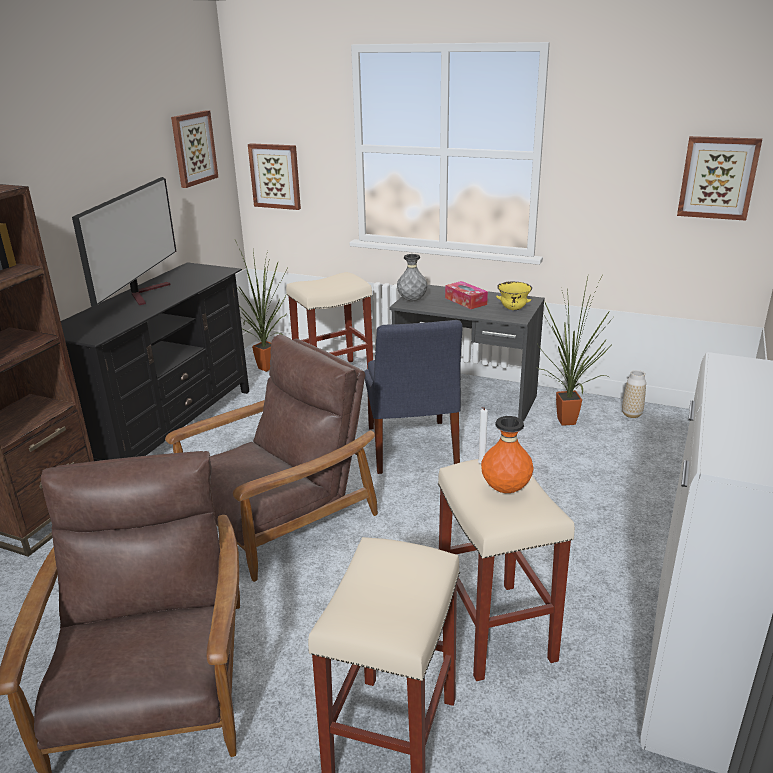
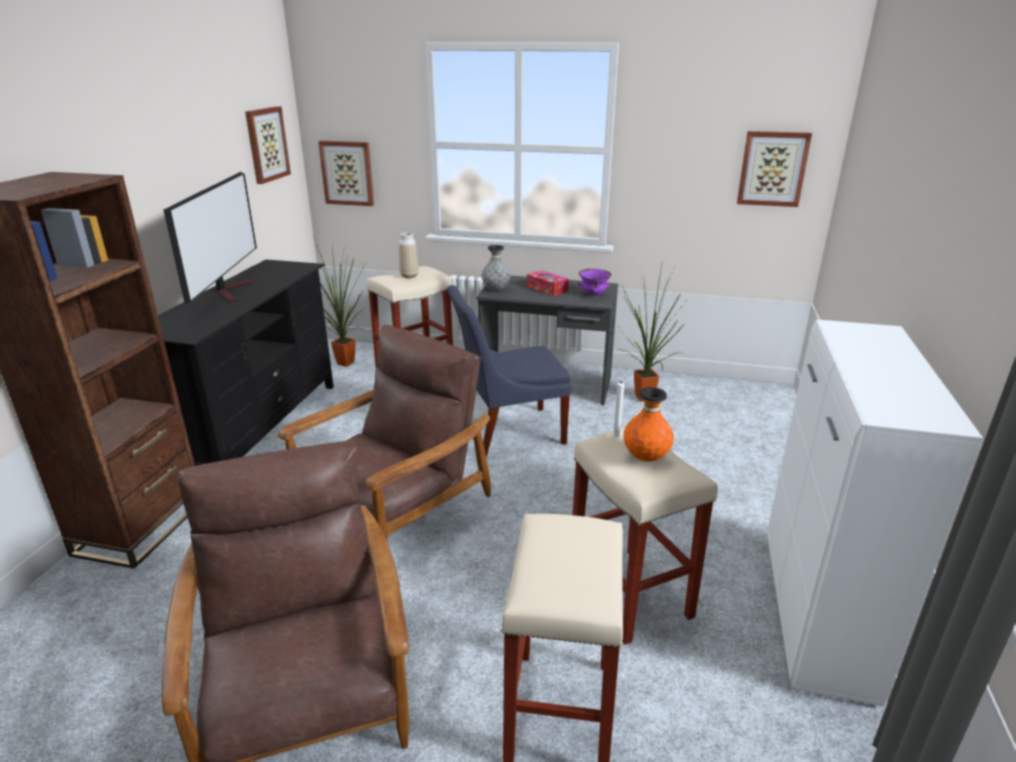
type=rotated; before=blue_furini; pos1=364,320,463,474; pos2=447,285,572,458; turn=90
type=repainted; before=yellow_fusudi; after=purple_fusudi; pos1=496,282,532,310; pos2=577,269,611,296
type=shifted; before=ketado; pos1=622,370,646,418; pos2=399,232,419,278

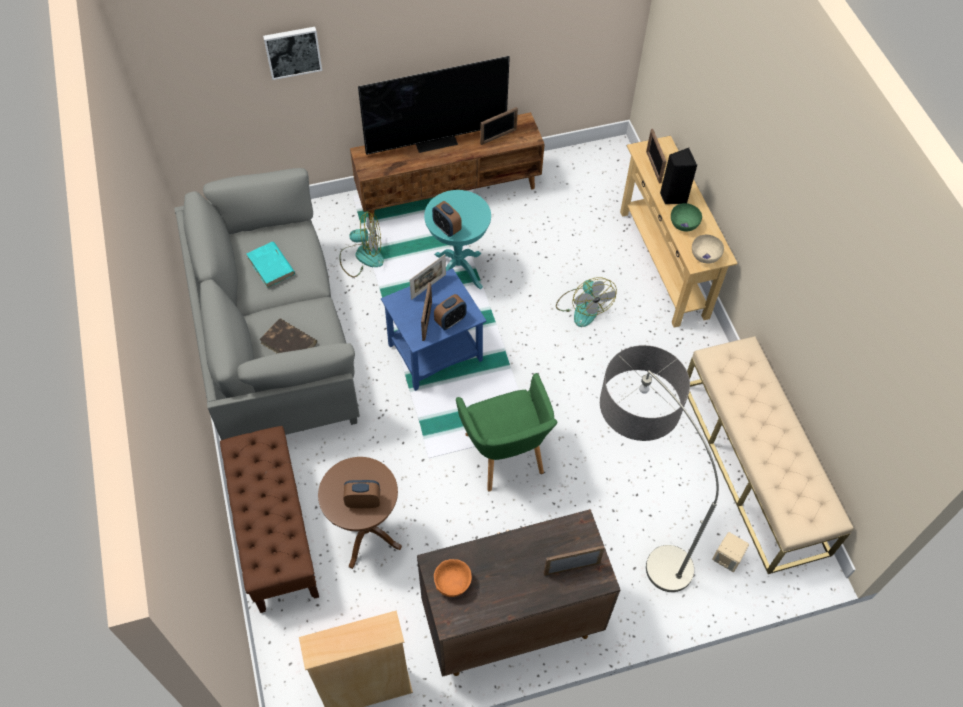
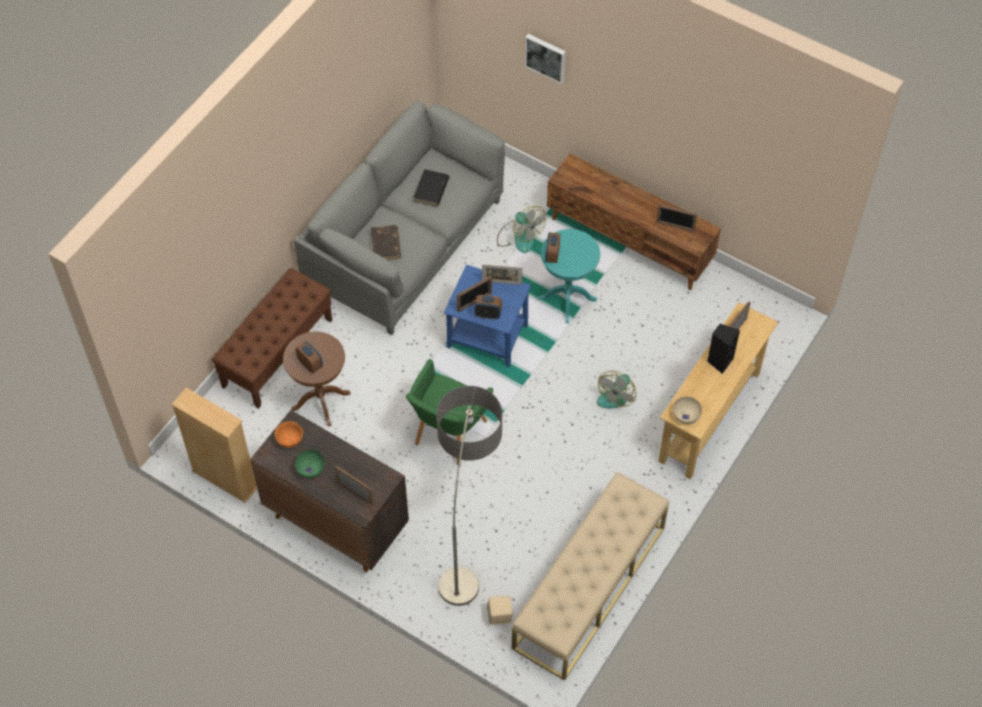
type=repainted; before=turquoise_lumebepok; after=black_lumebepok; pos1=247,242,295,288; pos2=413,169,449,207
type=gone; before=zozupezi; pos1=358,56,510,155
type=shifted; before=green_fusudi; pos1=671,203,702,231; pos2=295,450,325,479

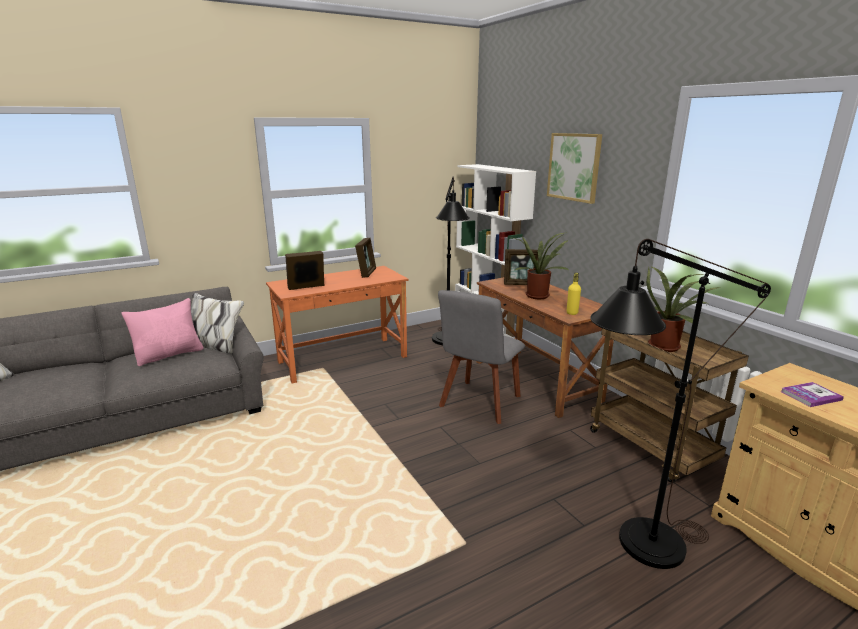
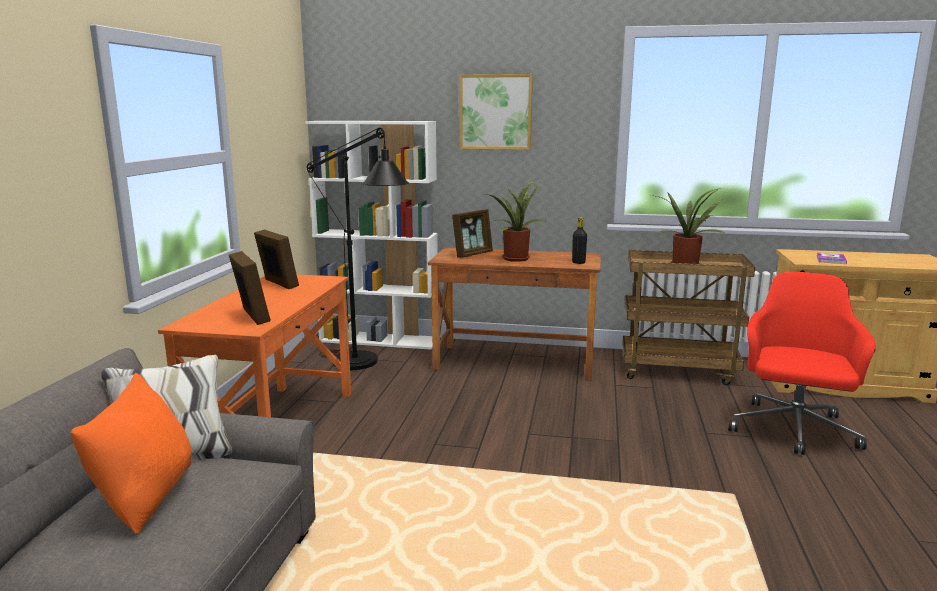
type=repainted; before=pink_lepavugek; after=orange_lepavugek; pos1=121,298,204,366; pos2=71,373,192,534
type=rotated; before=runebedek; pos1=285,251,324,290; pos2=229,251,271,325; turn=135
type=gone; before=grey_furini; pos1=438,290,525,424
type=repainted; before=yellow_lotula; after=black_lotula; pos1=566,273,581,315; pos2=572,217,587,264
type=swapped; before=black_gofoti; after=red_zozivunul; pos1=590,239,771,569; pos2=728,272,876,455

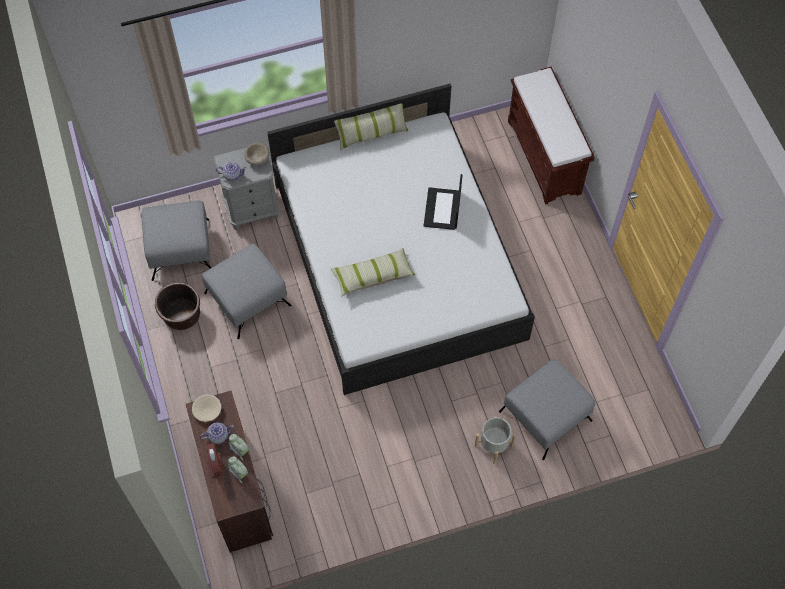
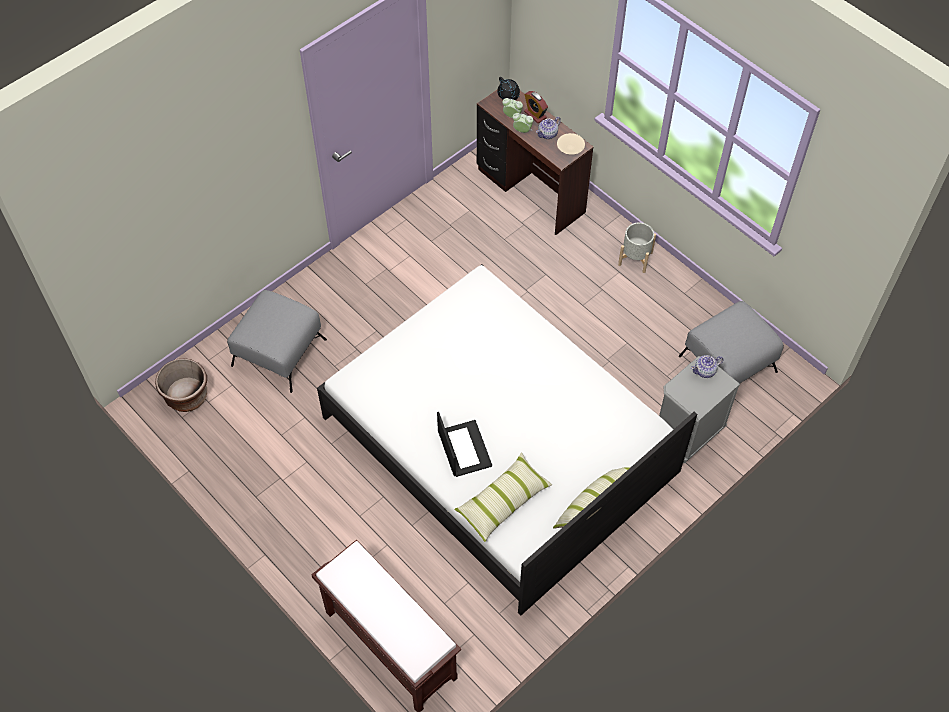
type=shifted; before=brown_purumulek; pos1=155,282,200,330; pos2=155,358,207,412
type=gone; before=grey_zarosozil; pos1=202,243,292,339
type=gone; before=beige_fusudi; pos1=244,143,269,166
type=shifted; before=lepavugek; pos1=331,248,415,296; pos2=454,452,552,542
type=shifted; before=grey_purumulek; pos1=474,416,516,464; pos2=618,222,656,273
type=new; after=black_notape; pos2=497,77,520,100

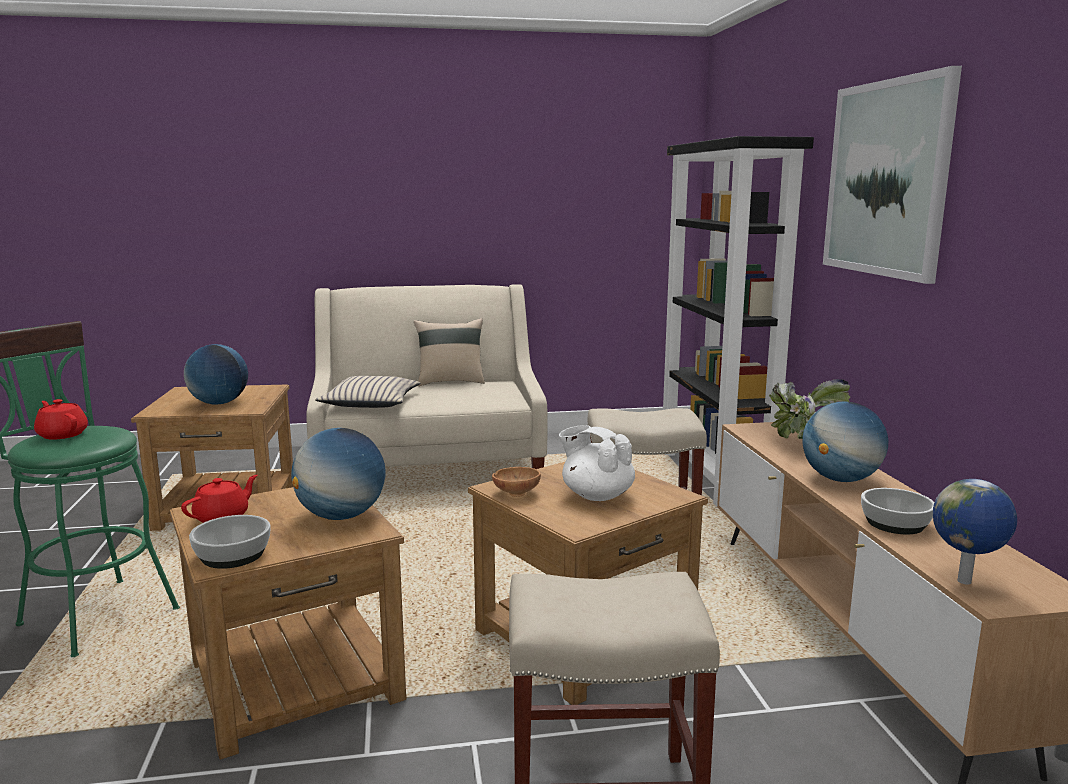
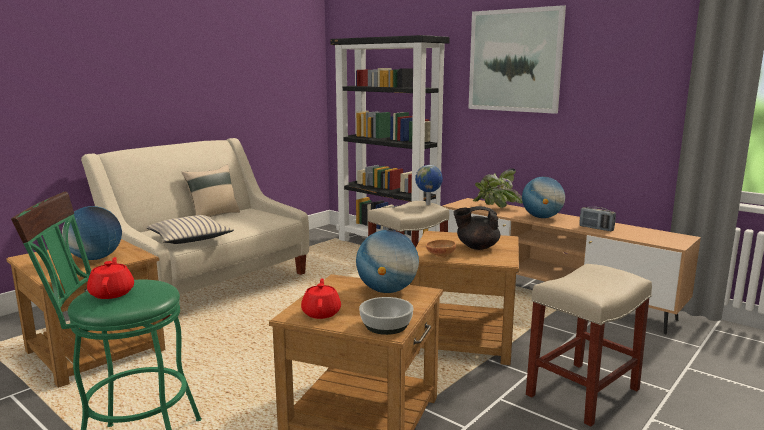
type=rotated; before=red_notape; pos1=34,399,88,440; pos2=87,257,134,299; turn=75
type=repainted; before=white_notape; after=black_notape; pos1=559,425,635,501; pos2=453,206,500,250
type=swapped; before=fusudi; after=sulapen; pos1=861,488,934,534; pos2=579,207,616,231
type=shifted; before=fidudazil; pos1=933,479,1017,585; pos2=415,165,443,205

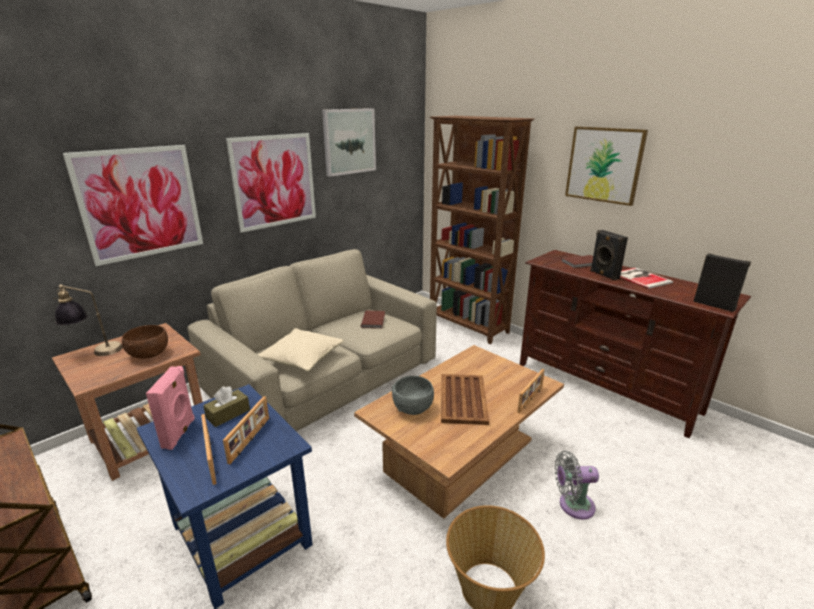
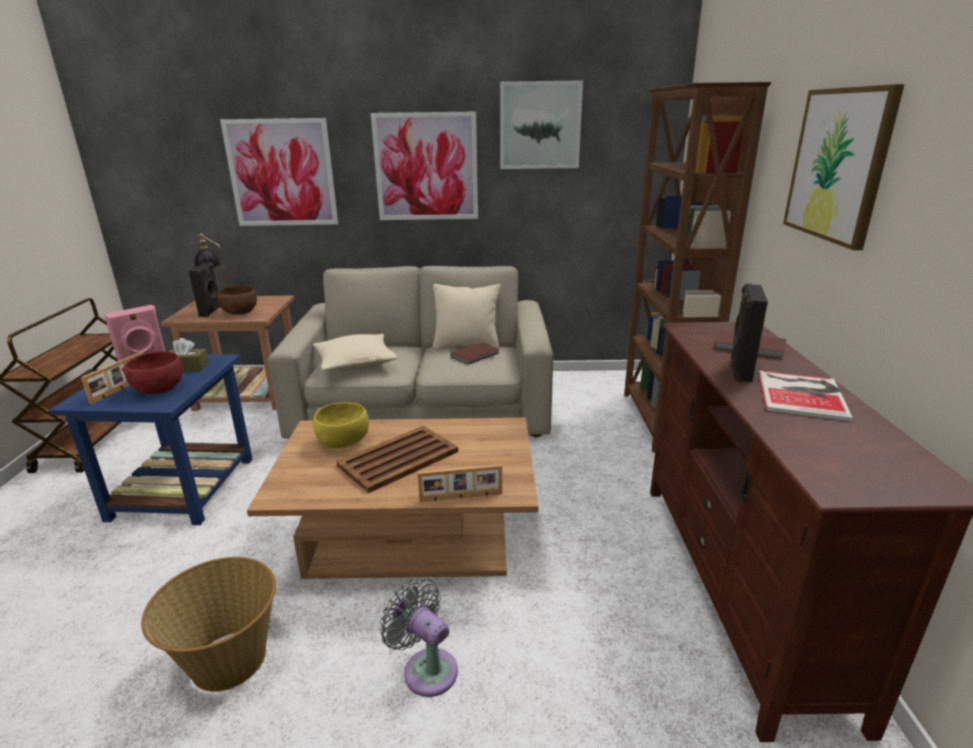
type=swapped; before=runebedek; after=red_fusudi; pos1=223,396,269,464; pos2=122,351,183,394
type=repainted; before=grey_fusudi; after=yellow_fusudi; pos1=392,376,434,415; pos2=313,402,369,448
type=shifted; before=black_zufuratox; pos1=693,253,751,312; pos2=189,262,220,317
type=new; after=beige_lepavugek; pos2=433,284,501,349

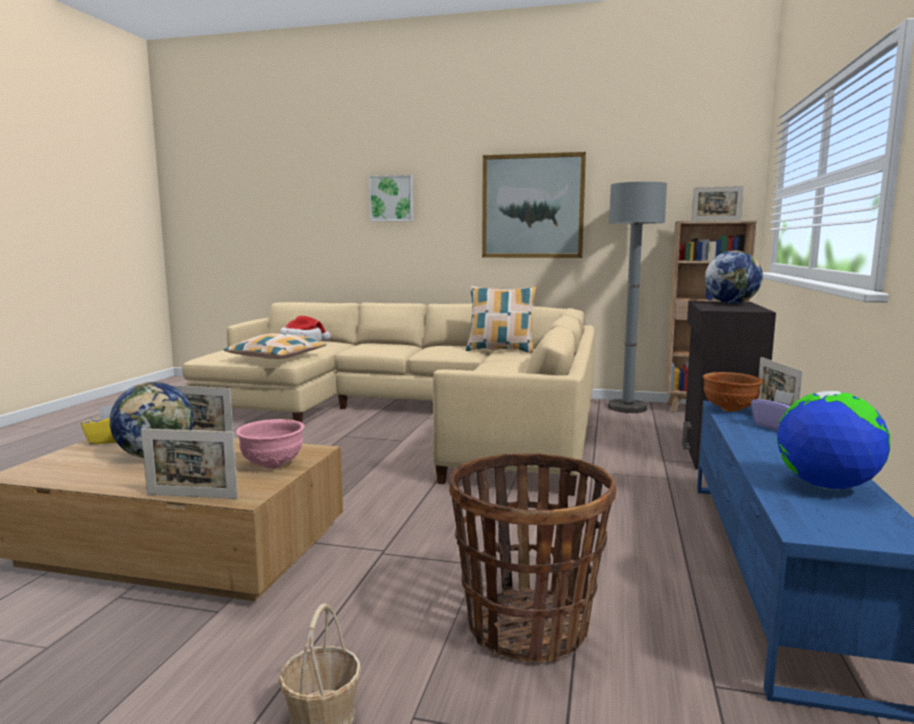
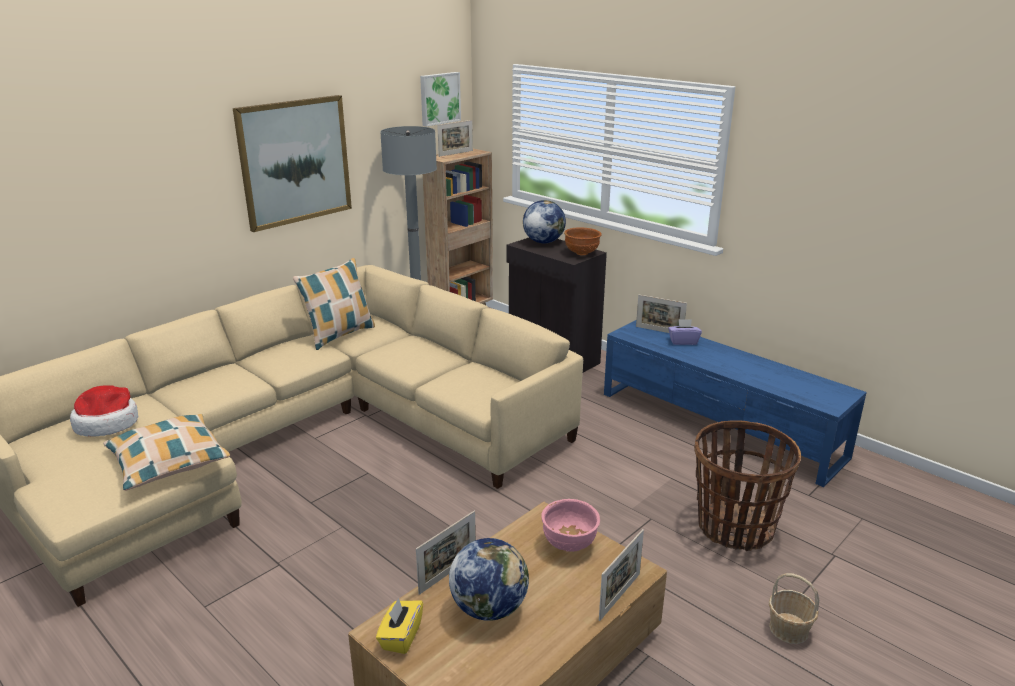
type=shifted; before=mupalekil; pos1=369,175,413,222; pos2=420,72,461,127
type=shifted; before=brown_fusudi; pos1=703,372,763,412; pos2=564,228,602,255
type=gone; before=fidudazil; pos1=777,391,890,490

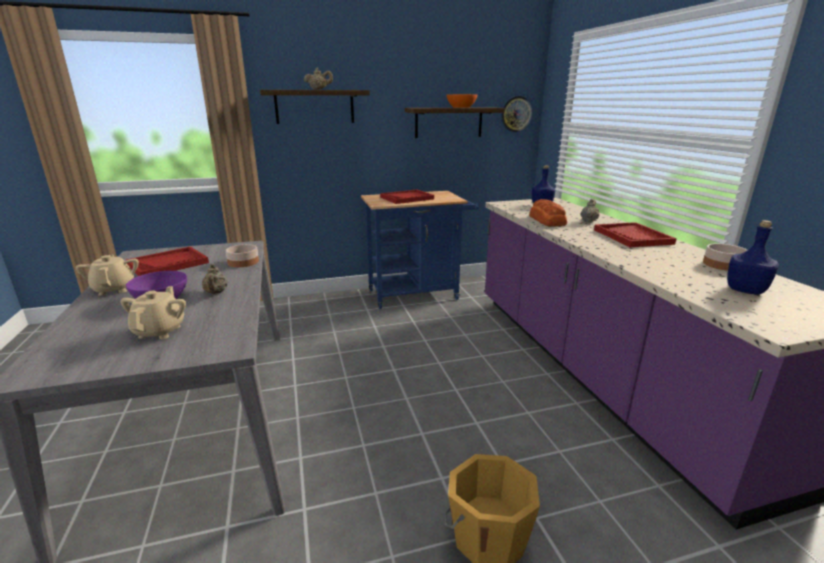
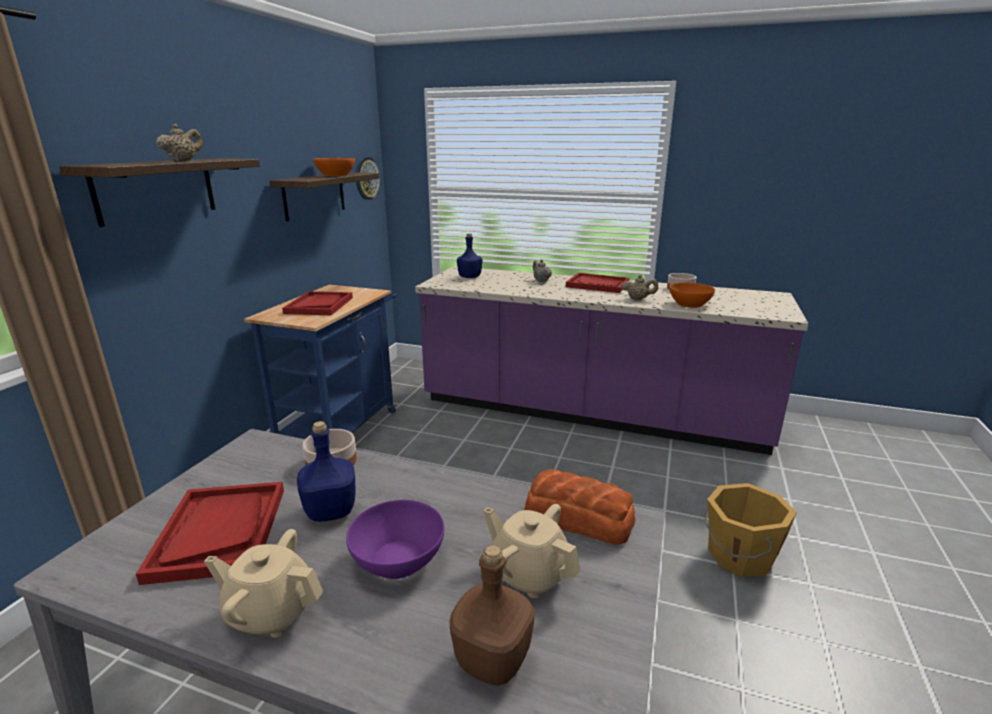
type=shifted; before=beige_notape; pos1=202,264,228,294; pos2=622,275,658,300
type=shifted; before=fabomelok; pos1=529,199,567,226; pos2=525,469,636,545
type=shifted; before=blue_lotula; pos1=727,220,779,295; pos2=297,421,355,522
type=new; after=brown_lotula; pos2=450,545,534,686
type=new; after=orange_fusudi; pos2=669,282,715,308

